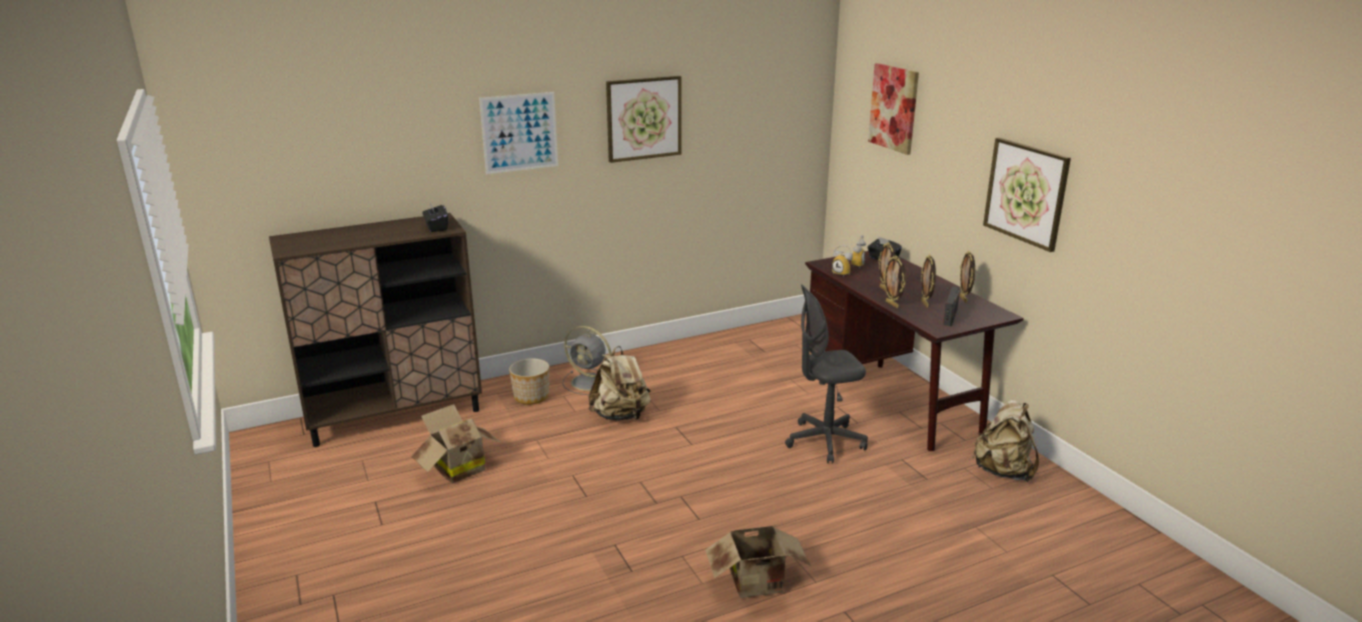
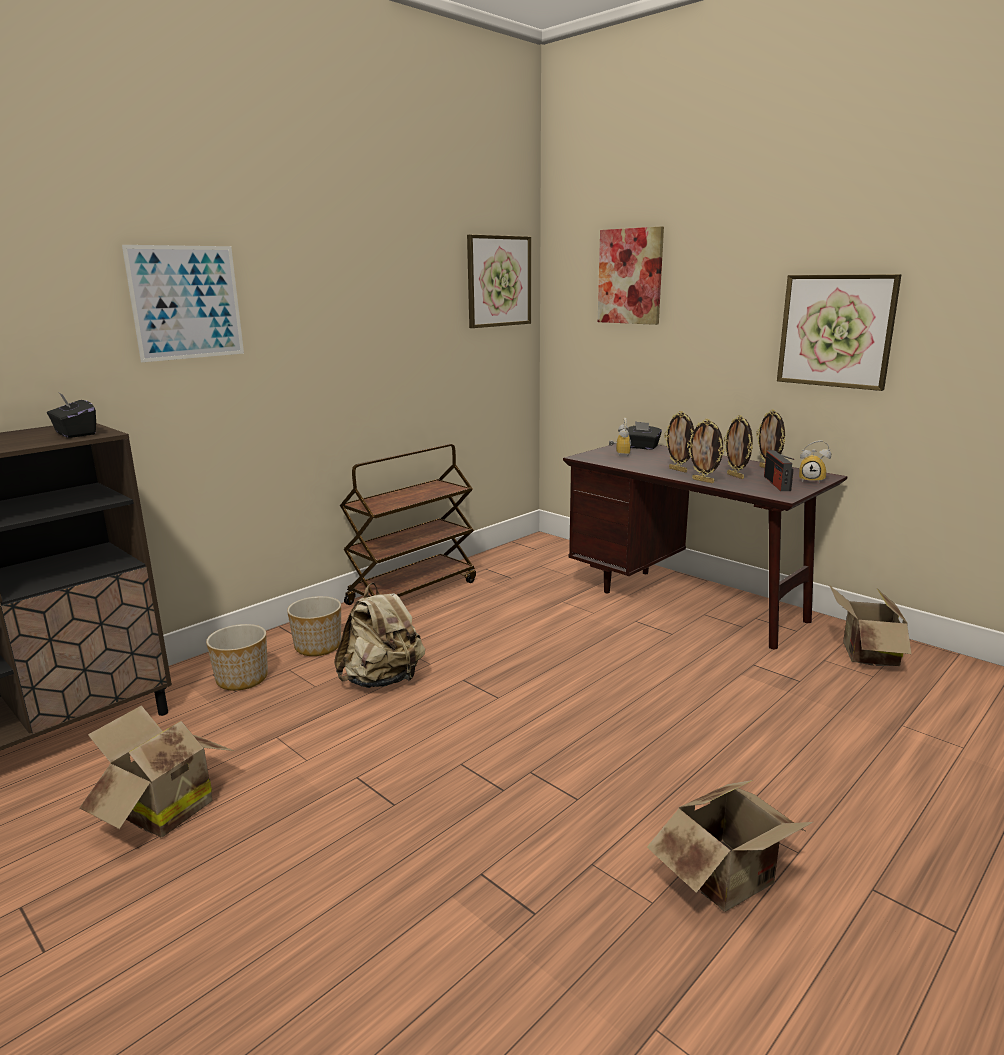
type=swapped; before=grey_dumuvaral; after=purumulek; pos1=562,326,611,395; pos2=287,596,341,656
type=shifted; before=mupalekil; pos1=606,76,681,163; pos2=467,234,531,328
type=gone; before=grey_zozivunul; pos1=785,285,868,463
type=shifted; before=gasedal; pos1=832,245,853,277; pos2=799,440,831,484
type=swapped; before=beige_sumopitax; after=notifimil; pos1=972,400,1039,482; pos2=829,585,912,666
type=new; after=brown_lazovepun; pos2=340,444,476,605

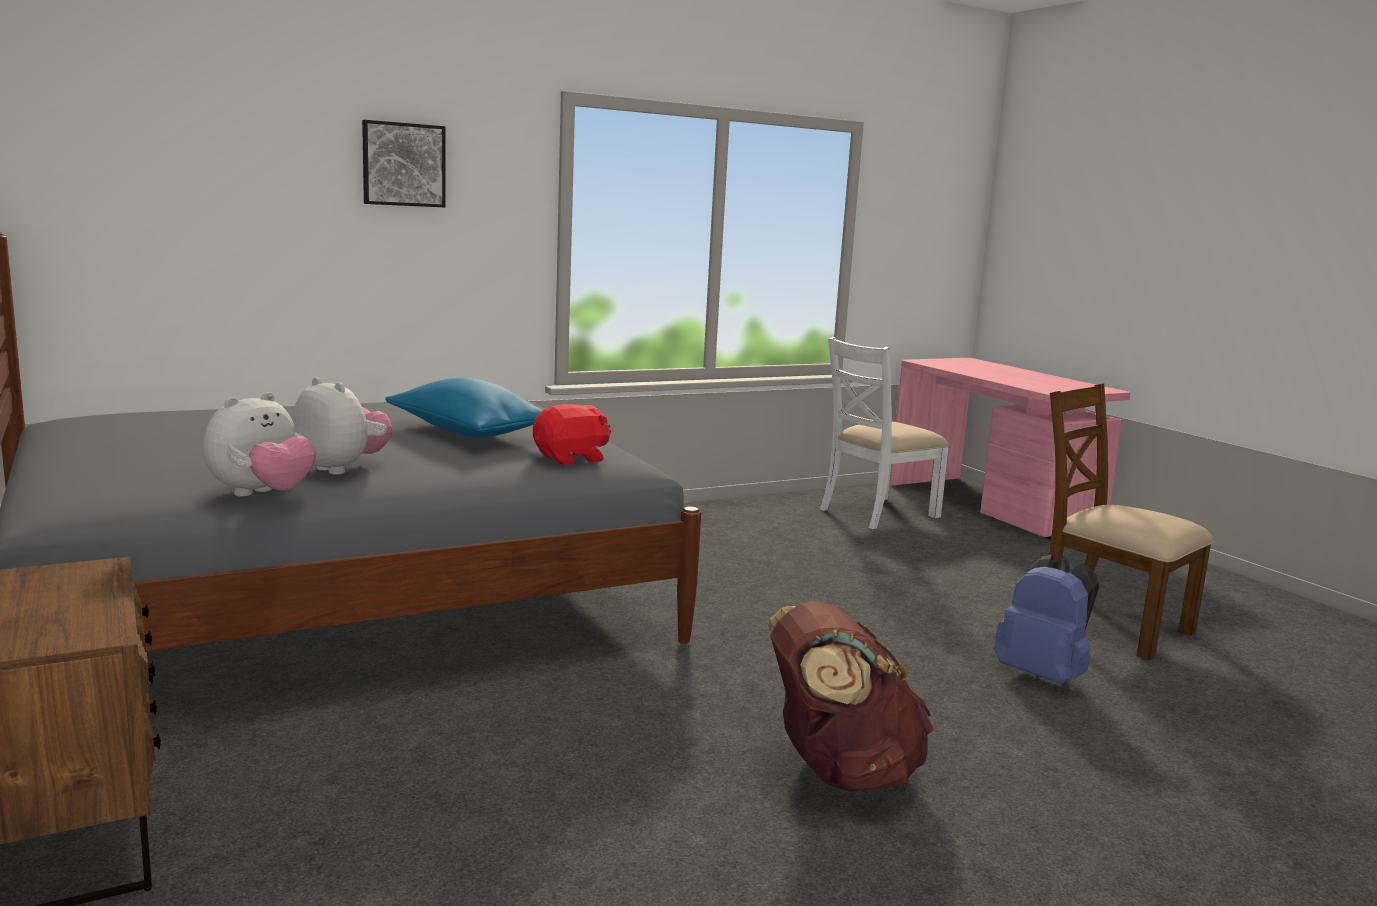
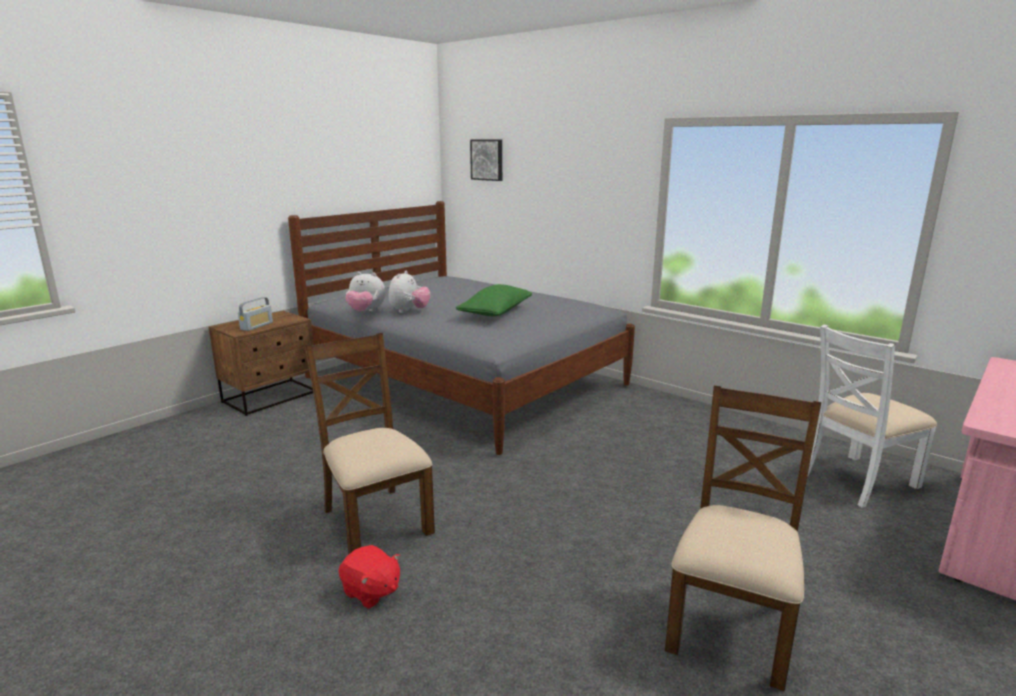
type=shifted; before=mupalekil; pos1=362,120,446,207; pos2=470,140,502,181
type=repainted; before=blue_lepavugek; after=green_lepavugek; pos1=385,378,543,438; pos2=456,284,532,316
type=shifted; before=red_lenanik; pos1=533,404,611,465; pos2=339,545,400,609
type=swapped; before=brown_sumopitax; after=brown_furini; pos1=768,602,935,792; pos2=304,333,435,554
type=rotated; before=white_furini; pos1=820,337,949,529; pos2=807,324,937,508; turn=-60
type=gone; before=blue_sumopitax; pos1=994,555,1100,684
type=new; after=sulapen; pos2=238,297,273,331

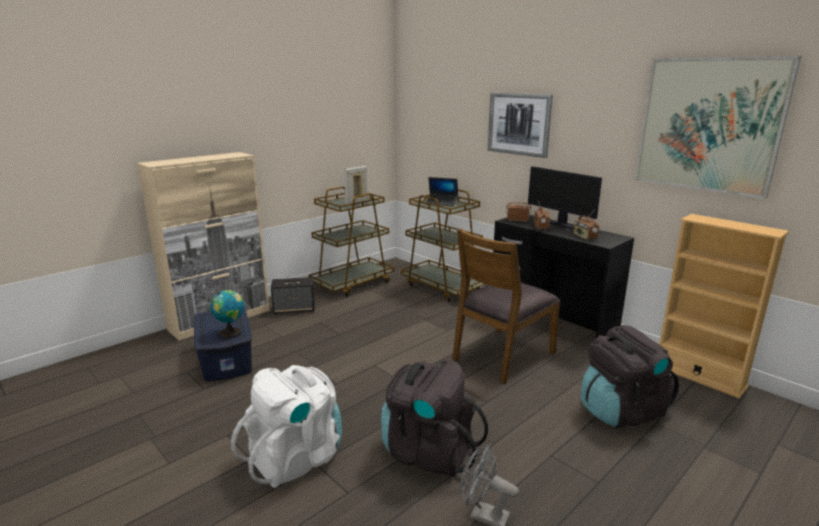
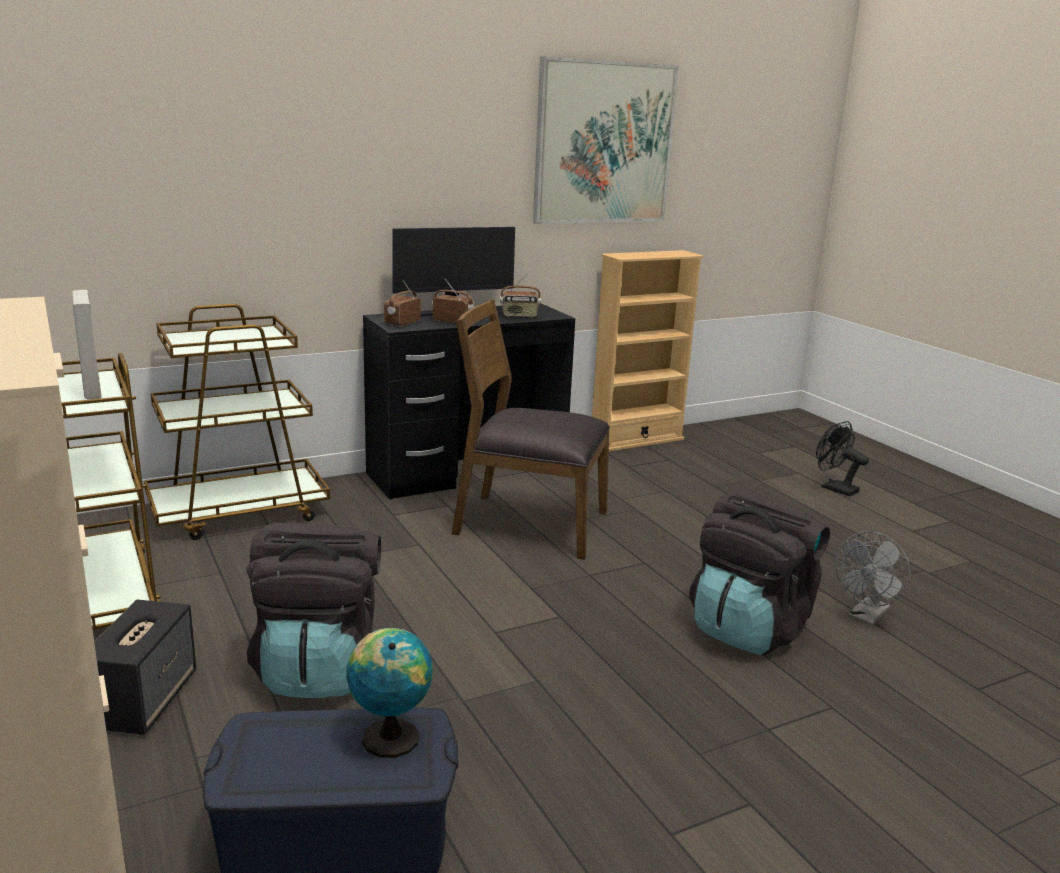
type=gone; before=white_sumopitax; pos1=231,365,342,488
type=gone; before=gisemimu; pos1=426,177,458,207
type=rotated; before=brown_furini; pos1=452,228,561,384; pos2=452,299,610,560; turn=135
type=gone; before=mupalekil; pos1=488,93,553,158
type=shifted; before=black_sumopitax; pos1=581,325,679,428; pos2=246,523,381,698
type=new; after=black_dumuvaral; pos2=816,421,869,496

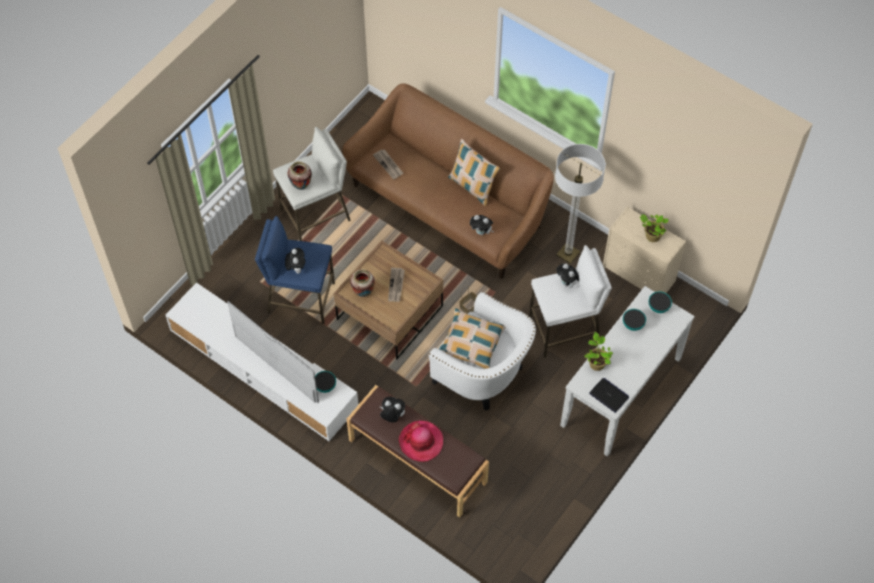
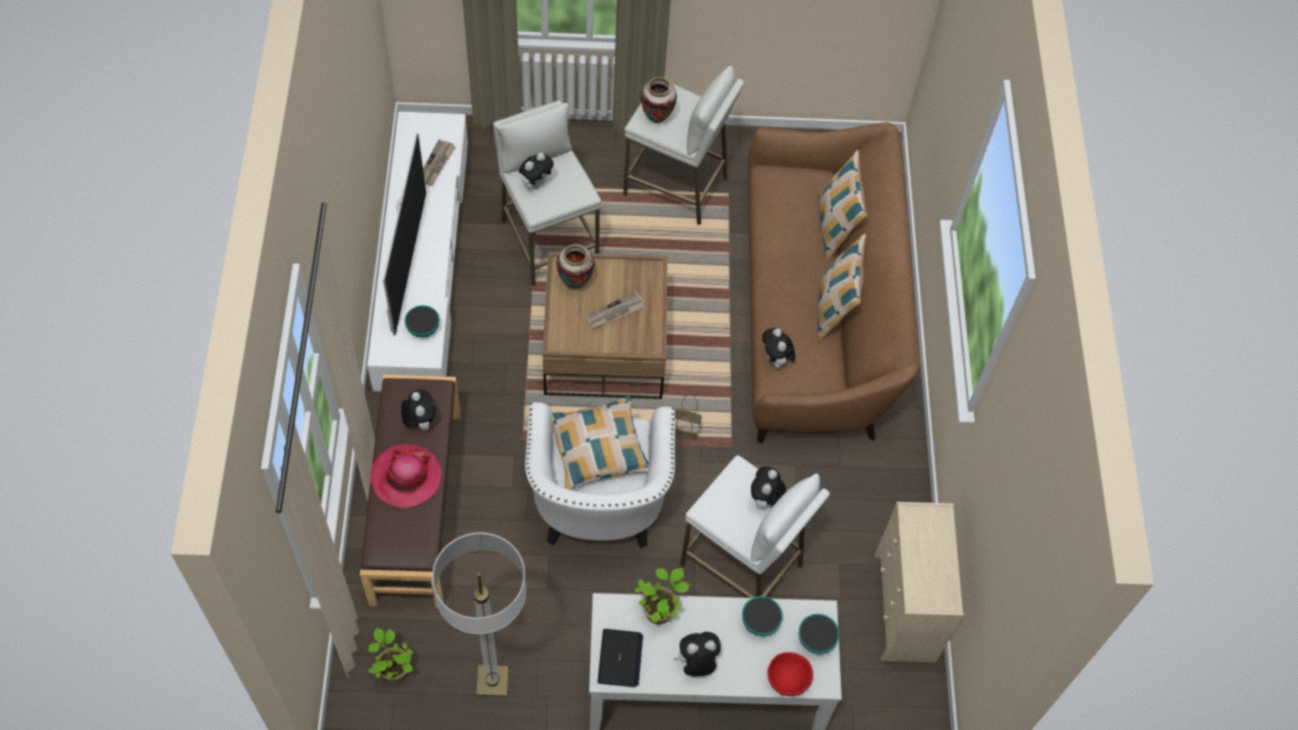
type=repainted; before=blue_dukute; after=white_dukute; pos1=255,216,335,324; pos2=493,100,602,286
type=shifted; before=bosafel; pos1=373,149,403,180; pos2=423,139,456,186
type=shifted; before=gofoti; pos1=555,144,606,264; pos2=432,532,526,697
type=shifted; before=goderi; pos1=640,214,669,242; pos2=368,628,413,682
type=new; after=lenanik; pos2=673,632,721,676
type=new; after=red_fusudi; pos2=767,652,813,696
type=new; after=lepavugek; pos2=818,150,867,260

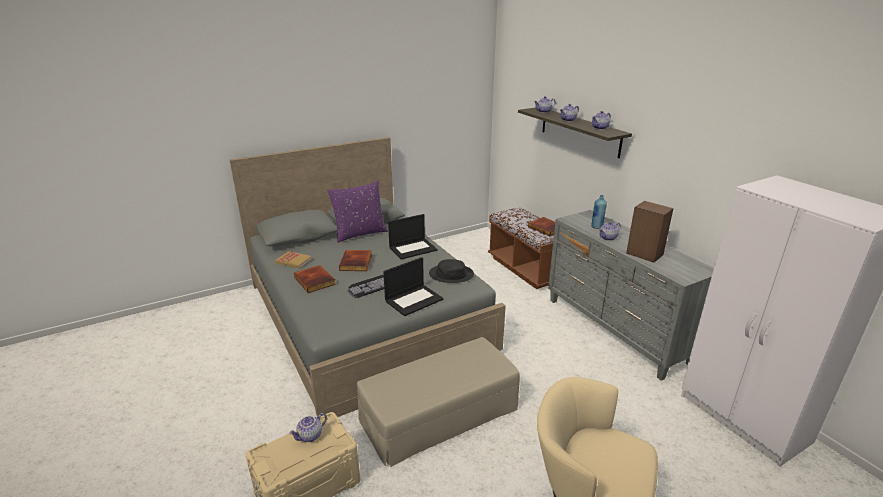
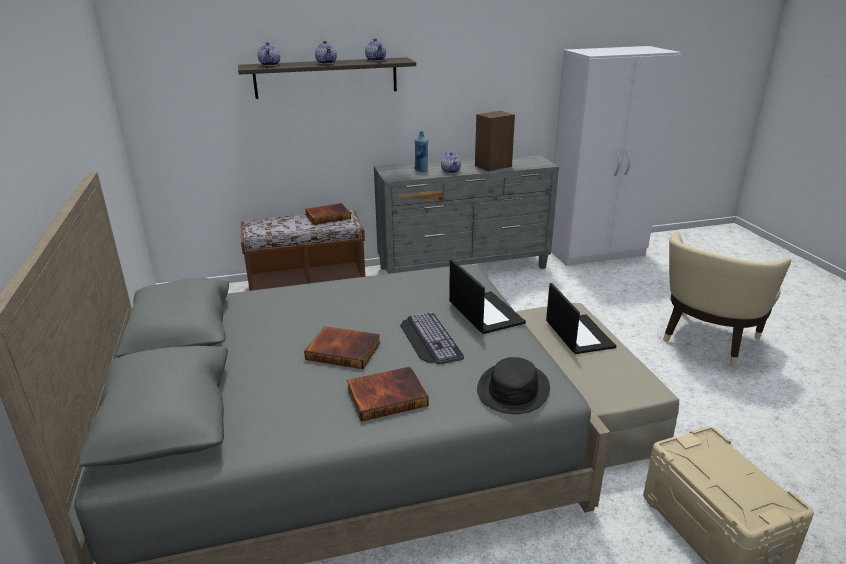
type=gone; before=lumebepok; pos1=275,251,312,269
type=gone; before=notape; pos1=289,413,327,442
type=gone; before=purple_lepavugek; pos1=327,181,388,242
type=shifted; before=gisemimu; pos1=388,214,437,259; pos2=546,283,616,354
type=shifted; before=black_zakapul; pos1=429,259,474,283; pos2=477,357,550,414

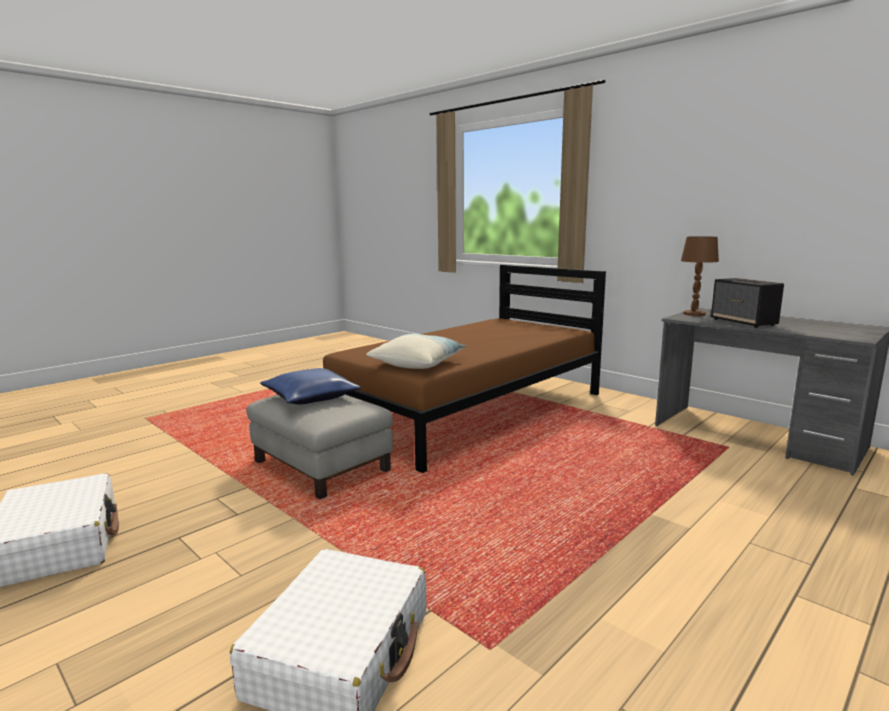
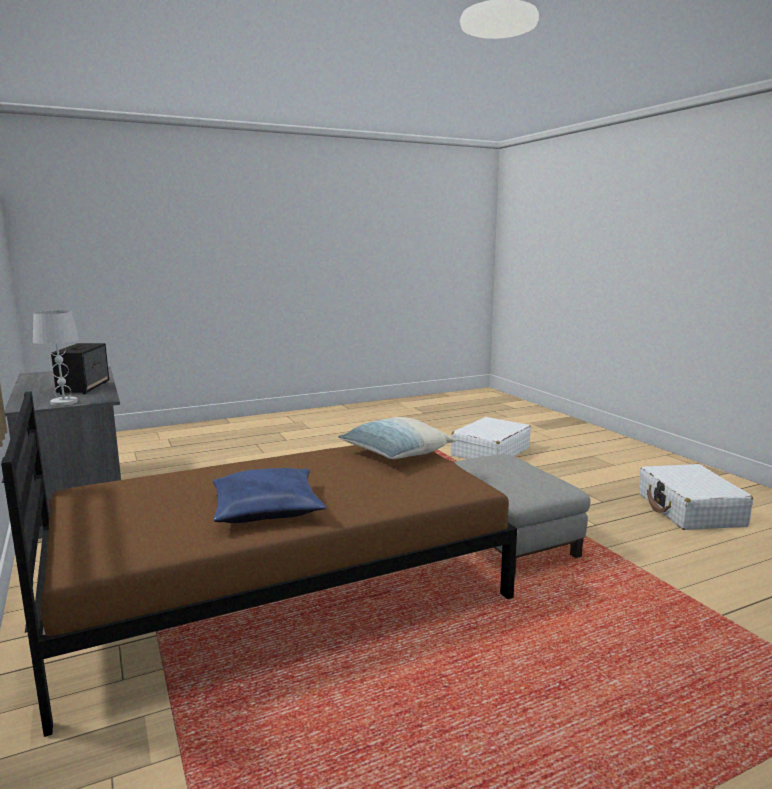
type=shifted; before=blue_lepavugek; pos1=260,368,361,405; pos2=213,468,326,523
type=repainted; before=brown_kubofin; after=white_kubofin; pos1=681,236,719,316; pos2=33,310,79,406

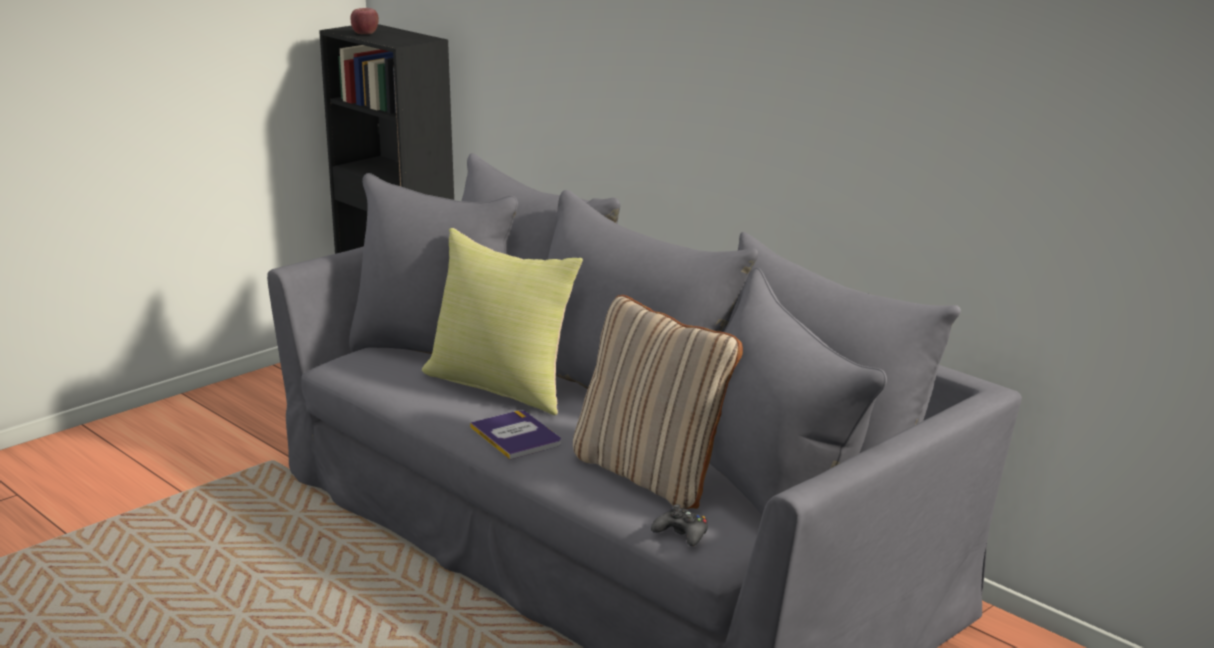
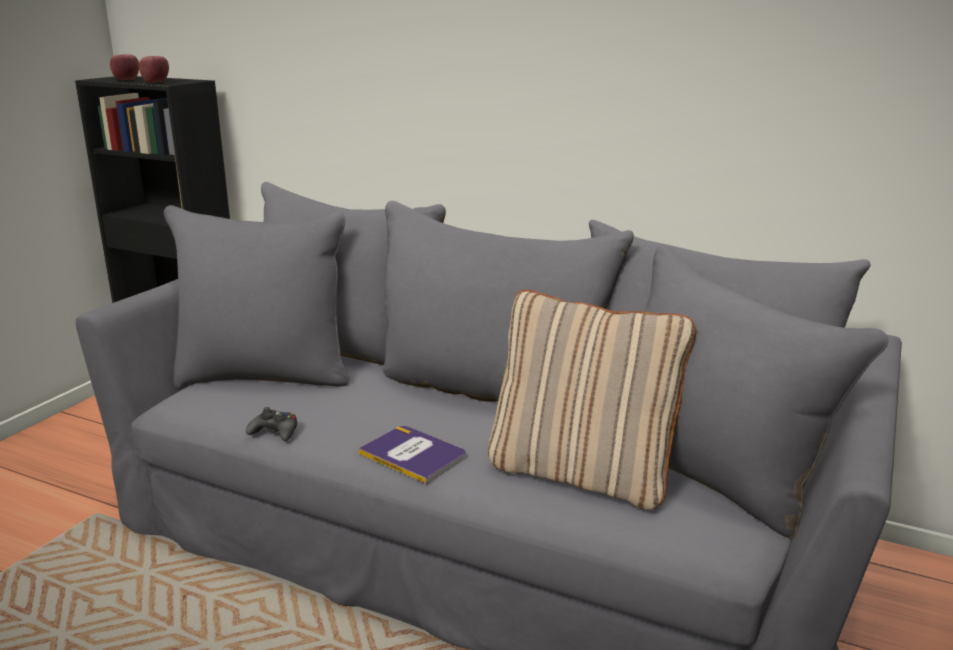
type=gone; before=yellow_lepavugek; pos1=422,228,583,415
type=shifted; before=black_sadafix; pos1=651,504,708,546; pos2=246,407,297,441
type=new; after=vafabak; pos2=139,56,169,83

